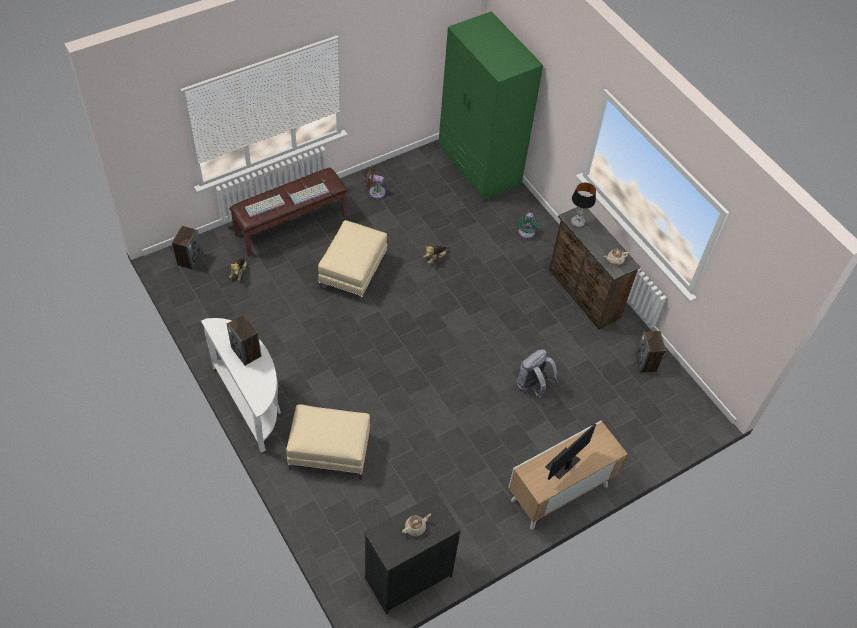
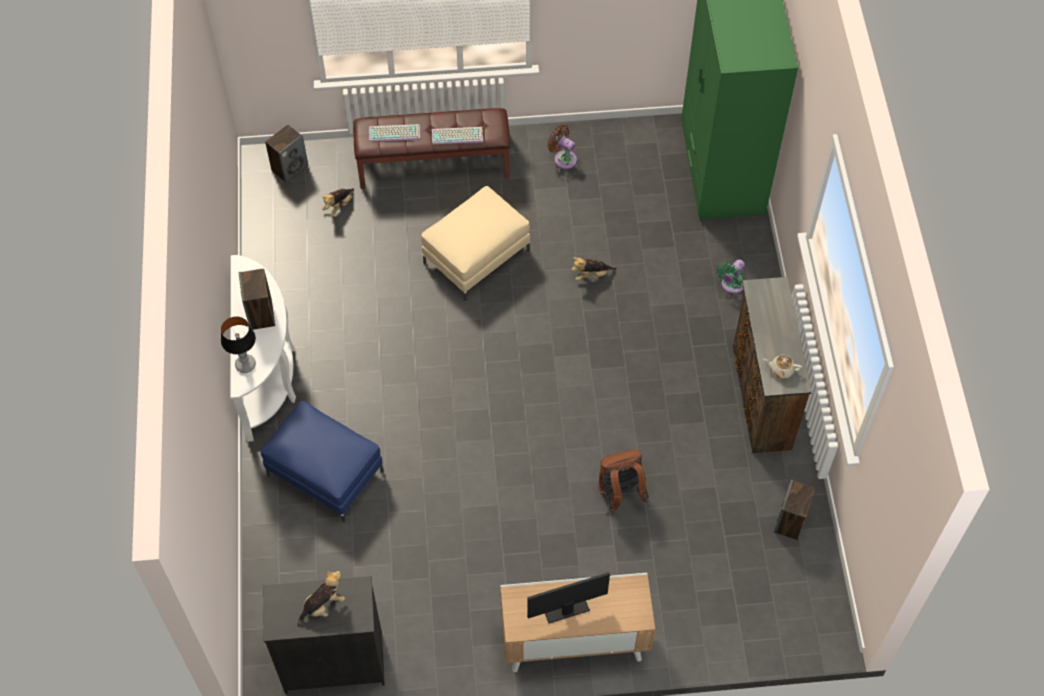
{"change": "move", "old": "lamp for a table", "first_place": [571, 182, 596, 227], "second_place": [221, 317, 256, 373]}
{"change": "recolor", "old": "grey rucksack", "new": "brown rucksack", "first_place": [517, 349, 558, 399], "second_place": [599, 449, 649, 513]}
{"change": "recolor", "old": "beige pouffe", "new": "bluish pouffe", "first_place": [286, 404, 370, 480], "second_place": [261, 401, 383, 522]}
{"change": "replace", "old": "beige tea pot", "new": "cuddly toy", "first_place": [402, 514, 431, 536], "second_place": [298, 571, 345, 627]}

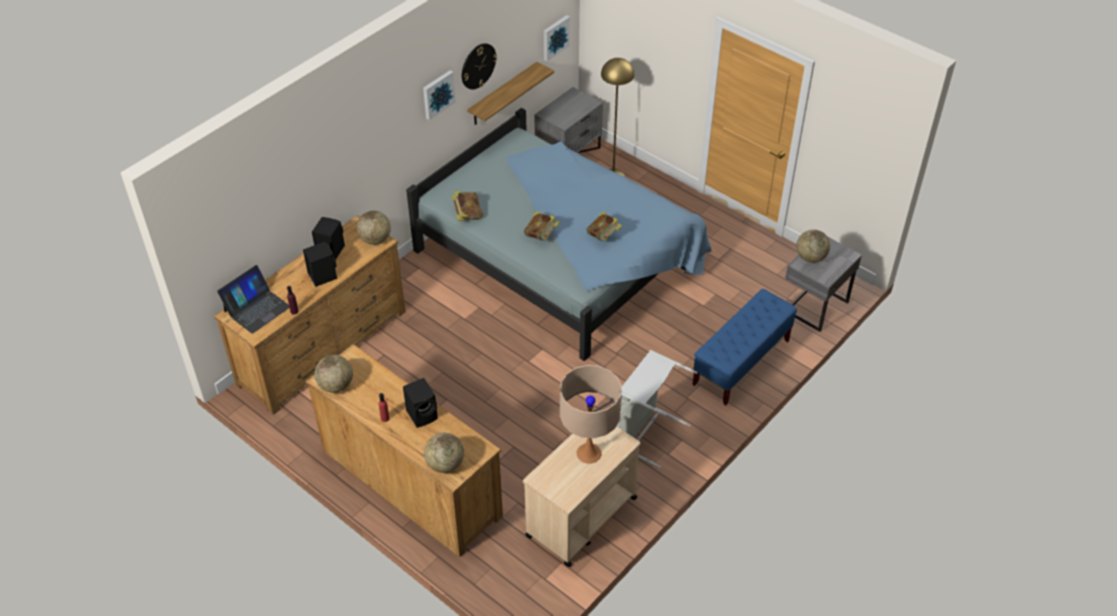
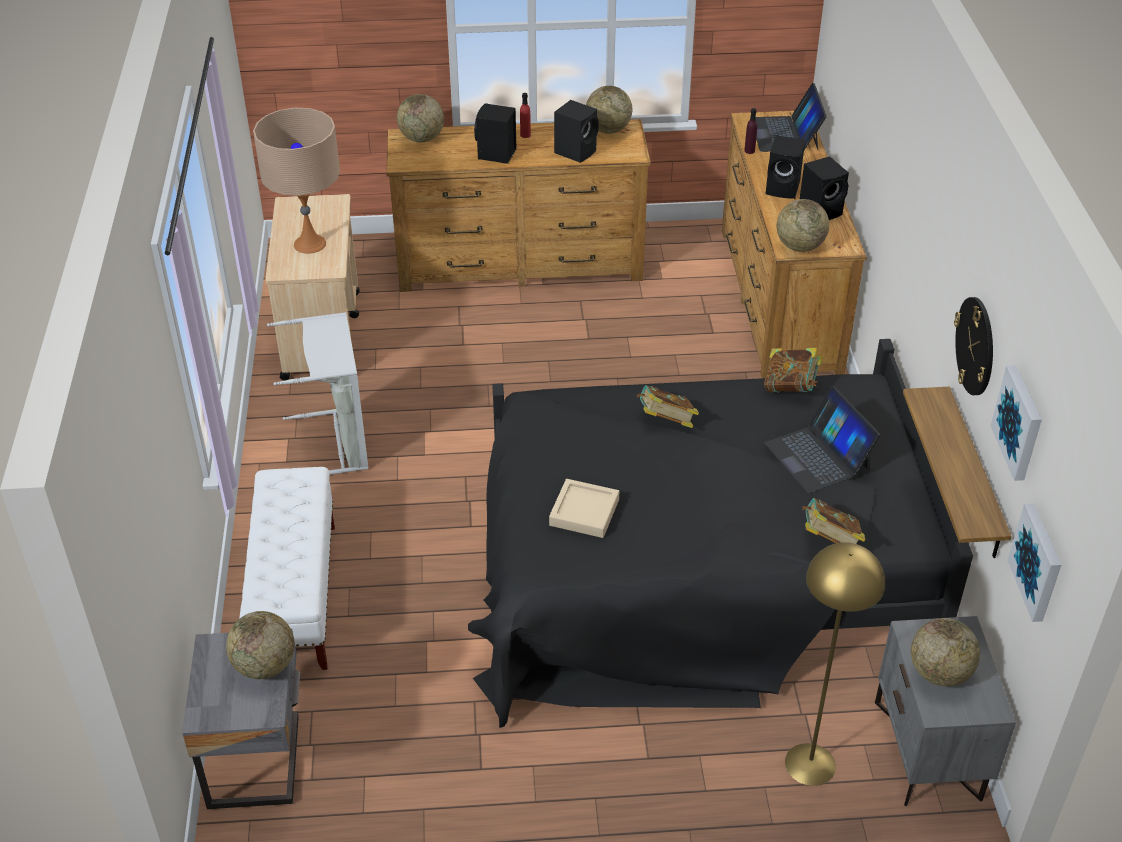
{"change": "move", "old": "wall picture", "first_place": [423, 70, 456, 120], "second_place": [991, 365, 1042, 481]}
{"change": "recolor", "old": "bluish bedroom bed", "new": "black-coloured bedroom bed", "first_place": [406, 108, 711, 361], "second_place": [468, 339, 973, 728]}
{"change": "move", "old": "book", "first_place": [587, 212, 622, 242], "second_place": [802, 498, 866, 544]}
{"change": "recolor", "old": "bluish long seat", "new": "white long seat", "first_place": [693, 289, 797, 405], "second_place": [239, 467, 335, 670]}
{"change": "insert", "new": "black-coloured loudspeaker", "second_place": [554, 100, 599, 163]}
{"change": "insert", "new": "laptop", "second_place": [764, 386, 880, 493]}
{"change": "insert", "new": "beige tray", "second_place": [549, 479, 619, 538]}
{"change": "insert", "new": "world globe", "second_place": [911, 618, 980, 686]}

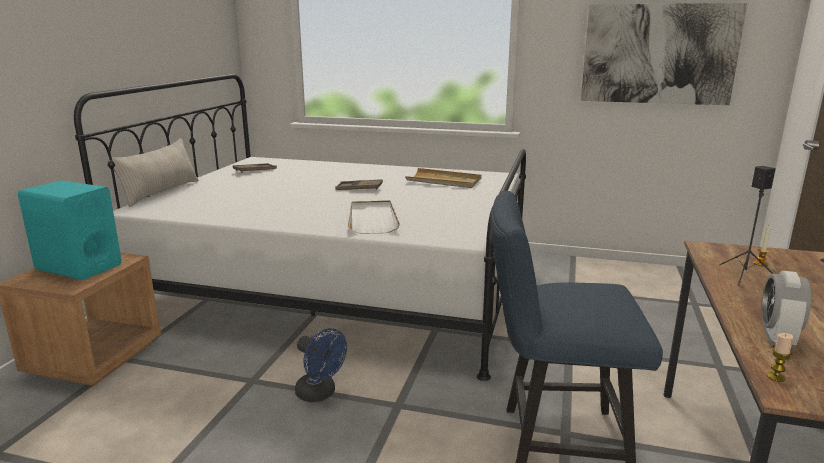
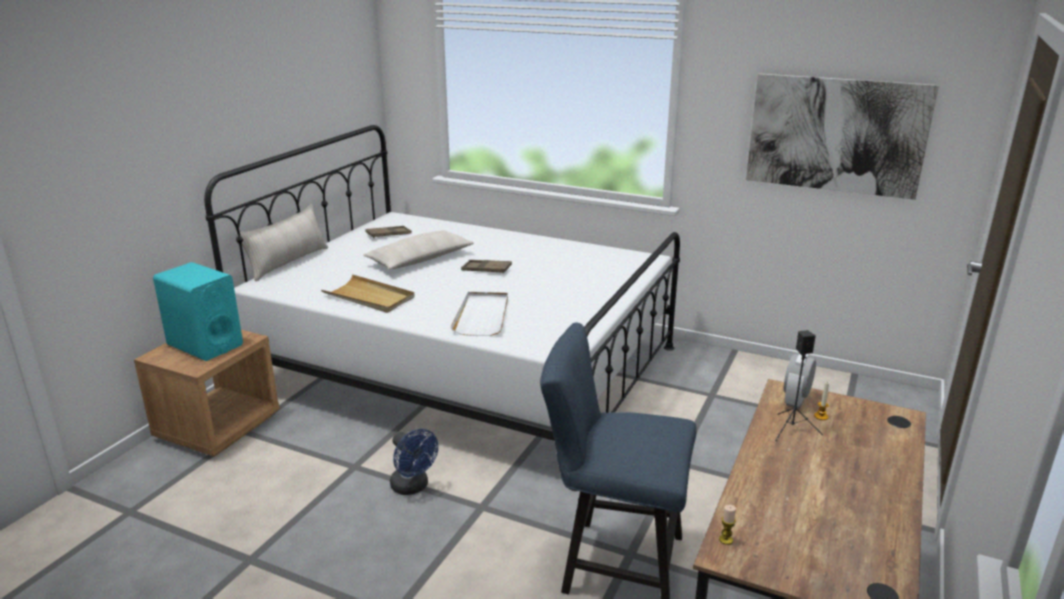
{"change": "move", "old": "beige tray", "first_place": [405, 168, 482, 188], "second_place": [321, 274, 415, 313]}
{"change": "move", "old": "bedside clock", "first_place": [762, 271, 811, 348], "second_place": [784, 354, 816, 408]}
{"change": "insert", "new": "beige cushion", "second_place": [363, 230, 474, 269]}

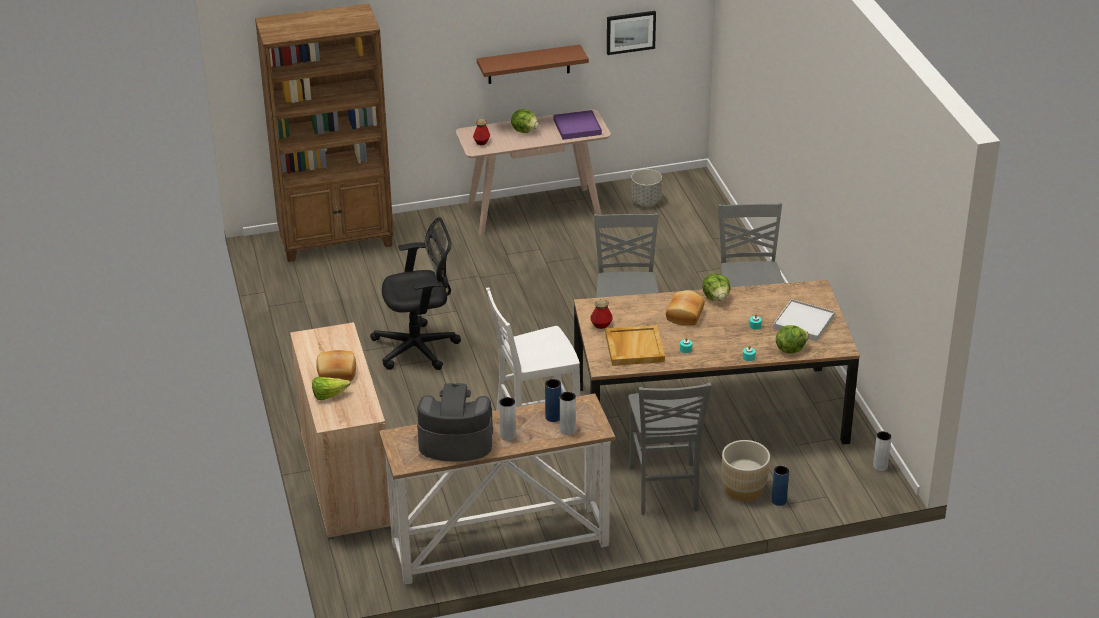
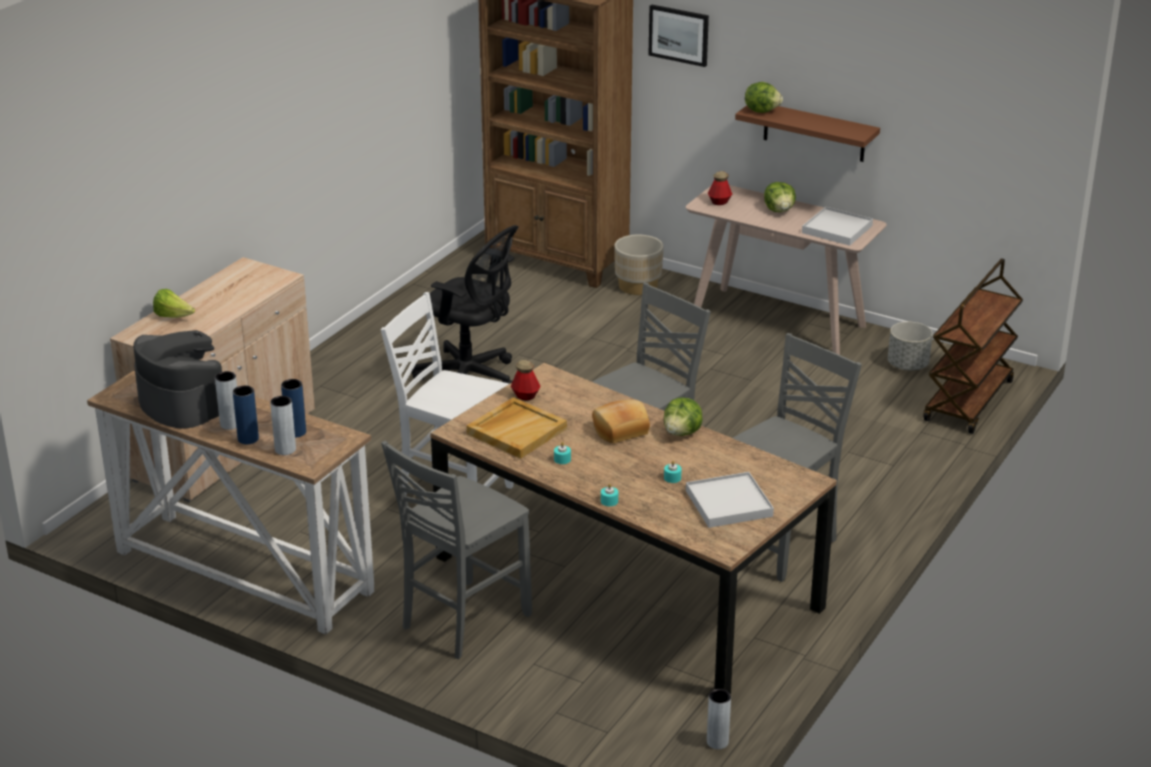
{"change": "move", "old": "wall picture", "first_place": [607, 11, 656, 55], "second_place": [649, 4, 709, 67]}
{"change": "recolor", "old": "purplish tray", "new": "white tray", "first_place": [553, 110, 602, 140], "second_place": [802, 207, 873, 246]}
{"change": "move", "old": "head of lettuce", "first_place": [776, 325, 809, 354], "second_place": [745, 82, 783, 113]}
{"change": "delete", "old": "bread", "first_place": [316, 350, 356, 381]}
{"change": "move", "old": "beige planter", "first_place": [722, 440, 770, 502], "second_place": [614, 235, 663, 295]}
{"change": "move", "old": "bluish flower vase", "first_place": [772, 465, 789, 506], "second_place": [233, 385, 259, 444]}
{"change": "insert", "new": "brown wheeled cart", "second_place": [923, 258, 1023, 434]}

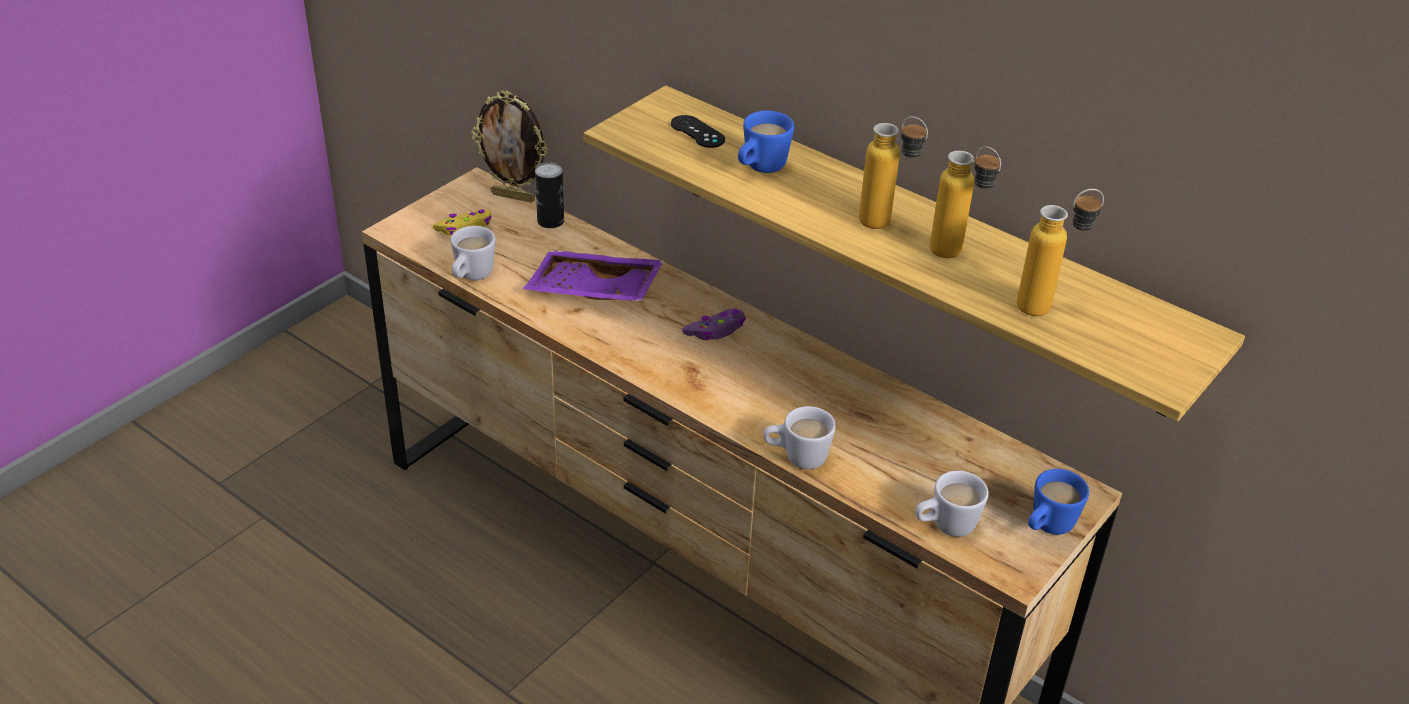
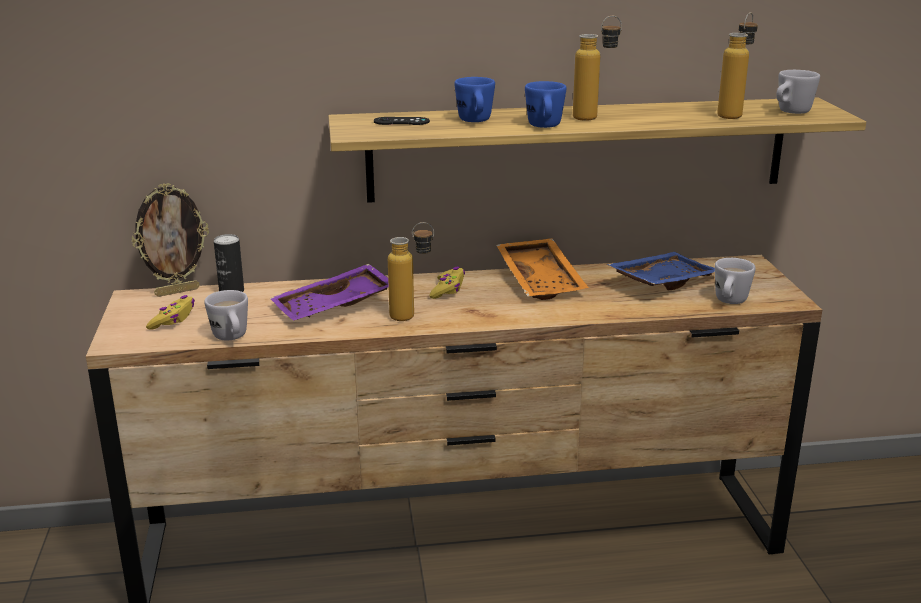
{"change": "move", "old": "beverage bottle", "first_place": [930, 146, 1001, 258], "second_place": [388, 222, 434, 321]}
{"change": "recolor", "old": "purplish joypad", "new": "yellowish joypad", "first_place": [682, 308, 746, 340], "second_place": [429, 266, 465, 299]}
{"change": "move", "old": "white mug", "first_place": [764, 406, 836, 470], "second_place": [776, 70, 820, 114]}
{"change": "move", "old": "bluish mug", "first_place": [1028, 469, 1089, 535], "second_place": [525, 81, 566, 128]}
{"change": "insert", "new": "orange tray", "second_place": [496, 238, 589, 300]}
{"change": "insert", "new": "bluish tray", "second_place": [606, 252, 715, 290]}

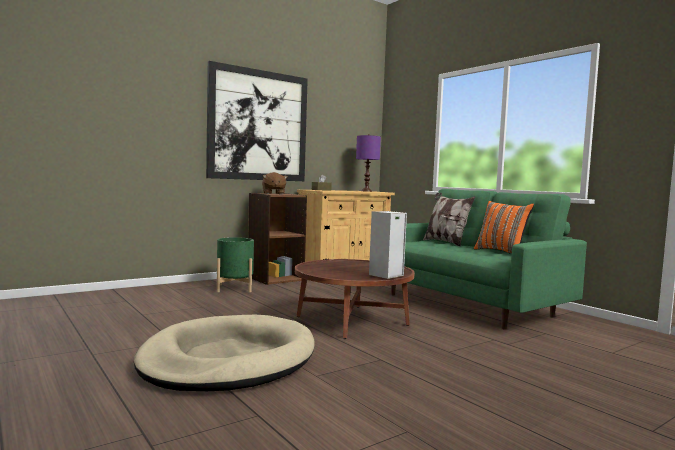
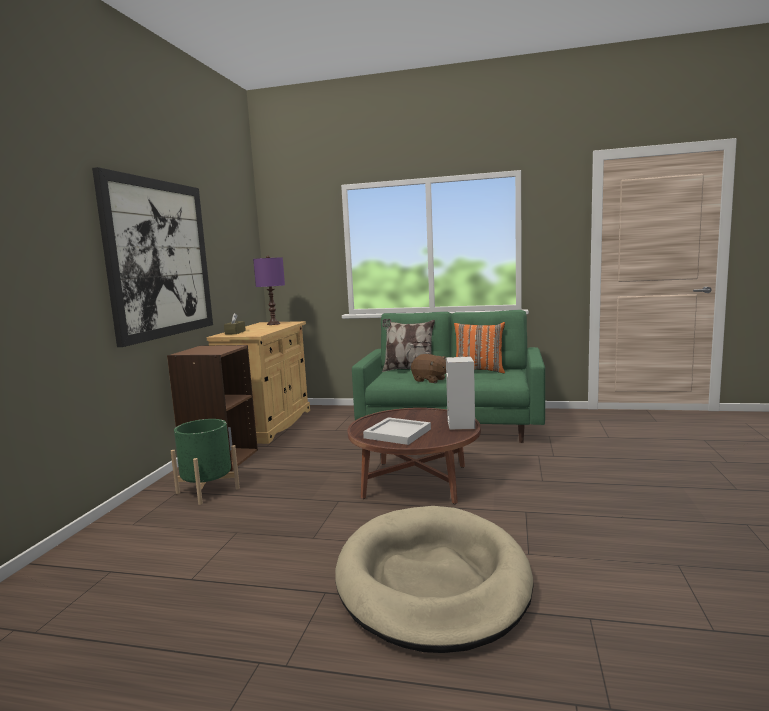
{"change": "move", "old": "brown cuddly toy", "first_place": [262, 172, 288, 194], "second_place": [411, 354, 446, 383]}
{"change": "insert", "new": "white tray", "second_place": [363, 417, 431, 445]}

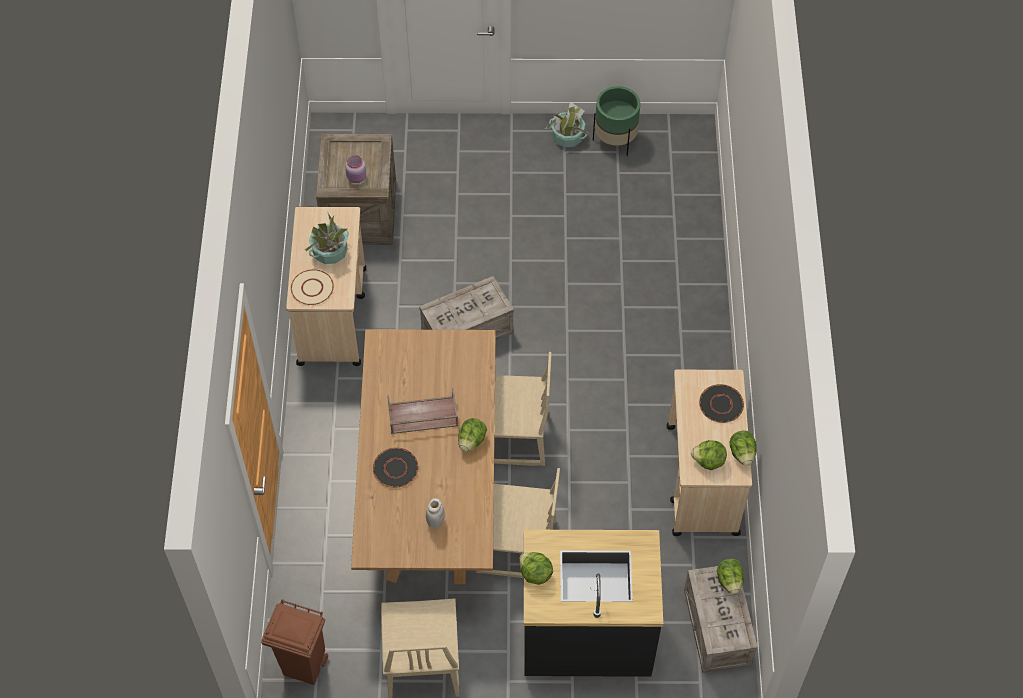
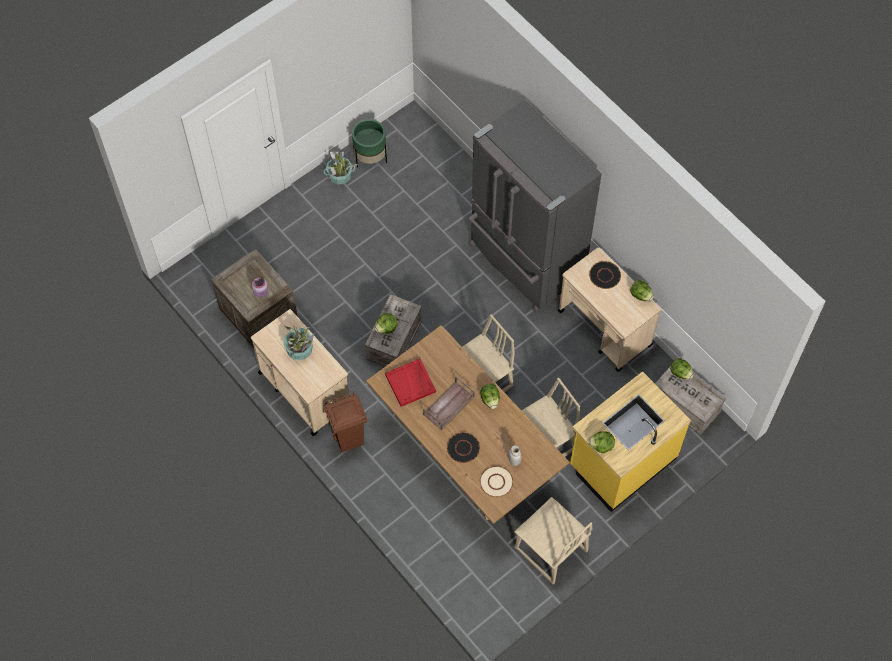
{"change": "move", "old": "beige plate", "first_place": [291, 269, 334, 305], "second_place": [480, 466, 513, 497]}
{"change": "move", "old": "head of lettuce", "first_place": [691, 440, 727, 470], "second_place": [374, 313, 397, 334]}
{"change": "recolor", "old": "black-coloured kitchen counter", "new": "yellowish kitchen counter", "first_place": [524, 530, 663, 677], "second_place": [570, 371, 691, 512]}
{"change": "move", "old": "brown trash can", "first_place": [261, 599, 328, 685], "second_place": [324, 392, 368, 453]}
{"change": "insert", "new": "grey kitchen fridge", "second_place": [468, 99, 602, 313]}
{"change": "insert", "new": "red-coloured tray", "second_place": [385, 359, 436, 407]}

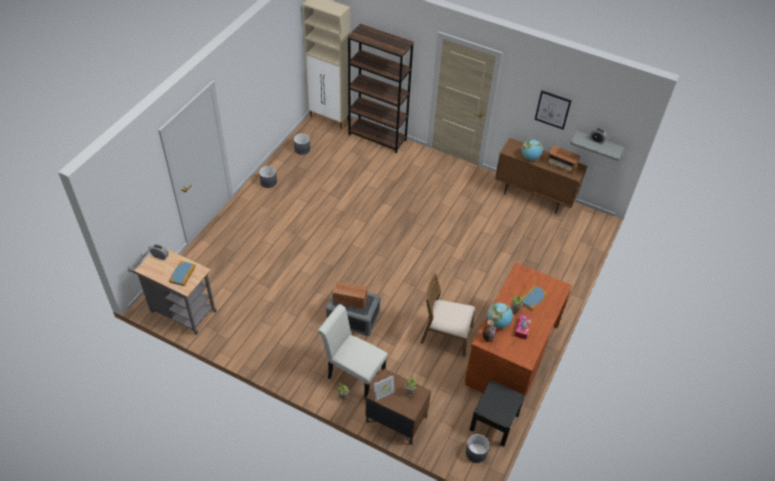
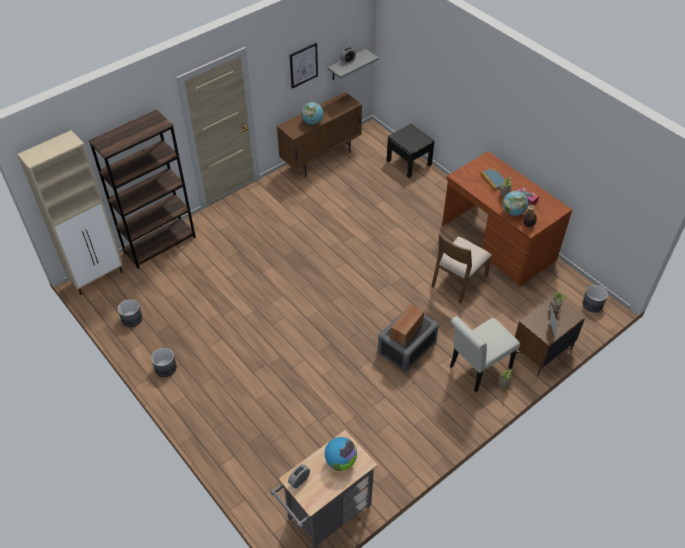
{"change": "delete", "old": "radio", "first_place": [546, 145, 580, 174]}
{"change": "replace", "old": "book", "new": "world globe", "first_place": [169, 261, 196, 286], "second_place": [325, 437, 357, 471]}
{"change": "move", "old": "black-coloured night table", "first_place": [470, 380, 525, 447], "second_place": [387, 124, 435, 178]}

